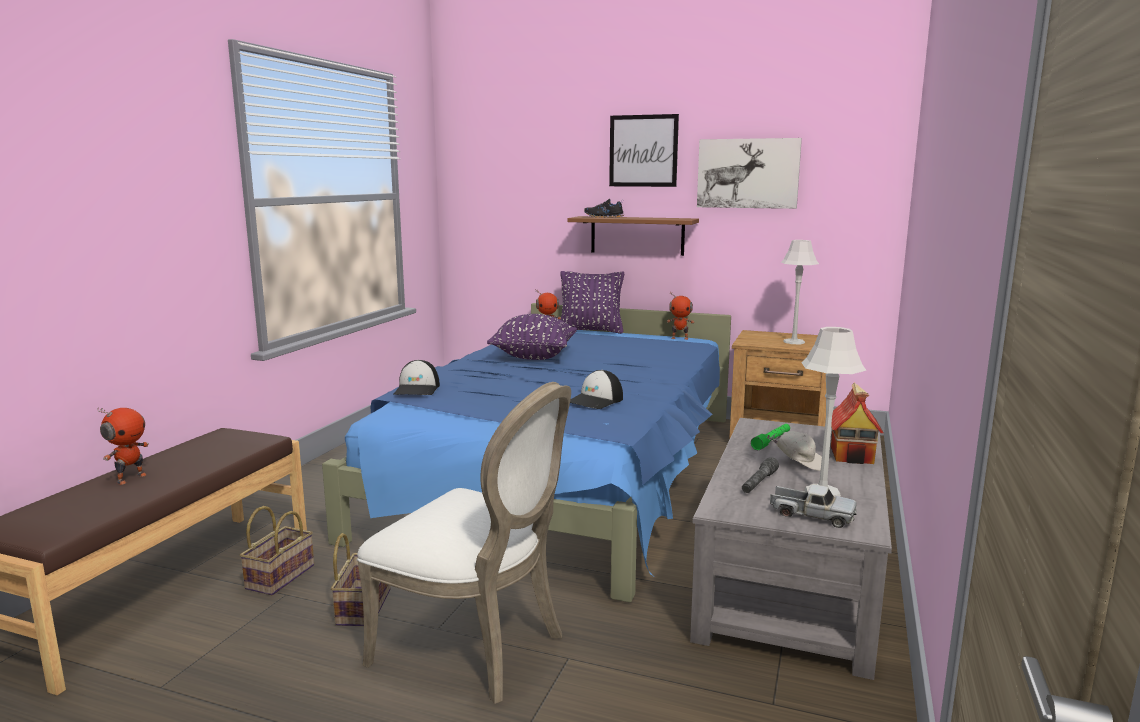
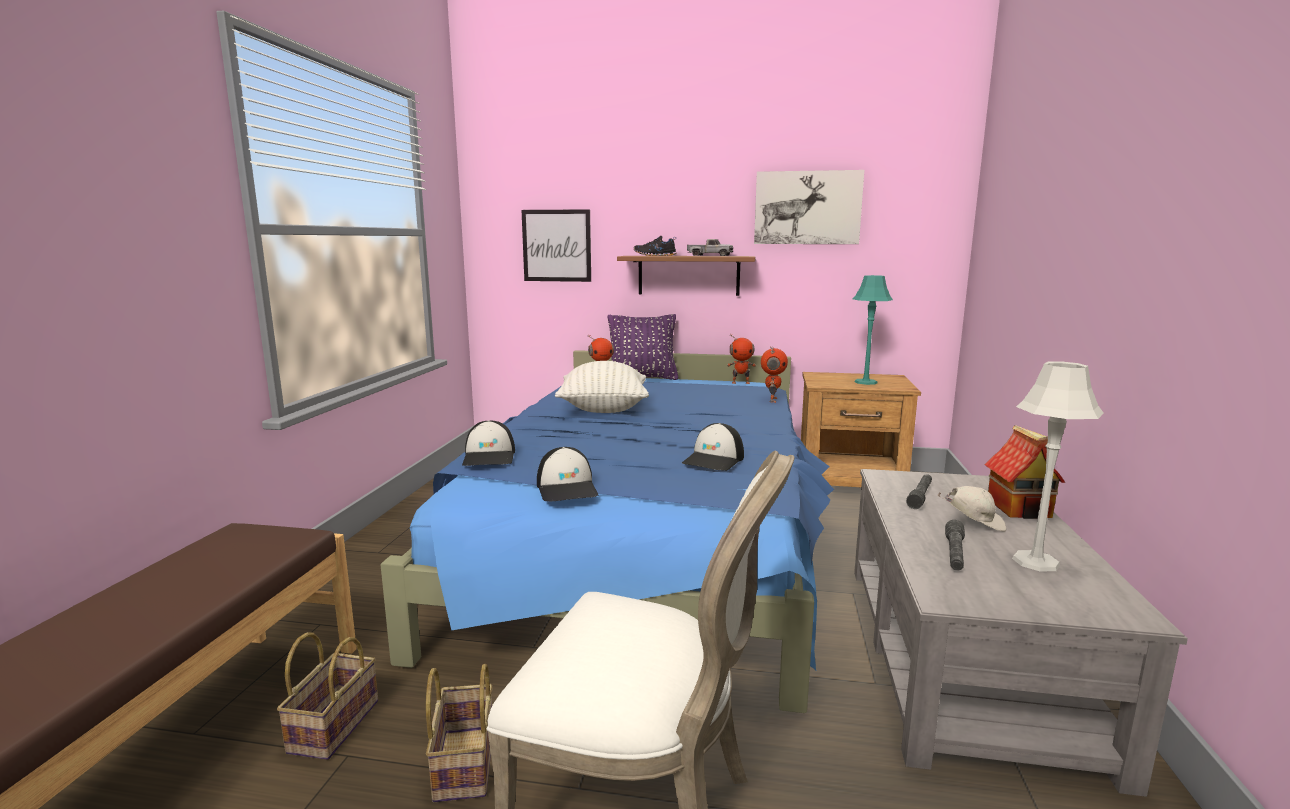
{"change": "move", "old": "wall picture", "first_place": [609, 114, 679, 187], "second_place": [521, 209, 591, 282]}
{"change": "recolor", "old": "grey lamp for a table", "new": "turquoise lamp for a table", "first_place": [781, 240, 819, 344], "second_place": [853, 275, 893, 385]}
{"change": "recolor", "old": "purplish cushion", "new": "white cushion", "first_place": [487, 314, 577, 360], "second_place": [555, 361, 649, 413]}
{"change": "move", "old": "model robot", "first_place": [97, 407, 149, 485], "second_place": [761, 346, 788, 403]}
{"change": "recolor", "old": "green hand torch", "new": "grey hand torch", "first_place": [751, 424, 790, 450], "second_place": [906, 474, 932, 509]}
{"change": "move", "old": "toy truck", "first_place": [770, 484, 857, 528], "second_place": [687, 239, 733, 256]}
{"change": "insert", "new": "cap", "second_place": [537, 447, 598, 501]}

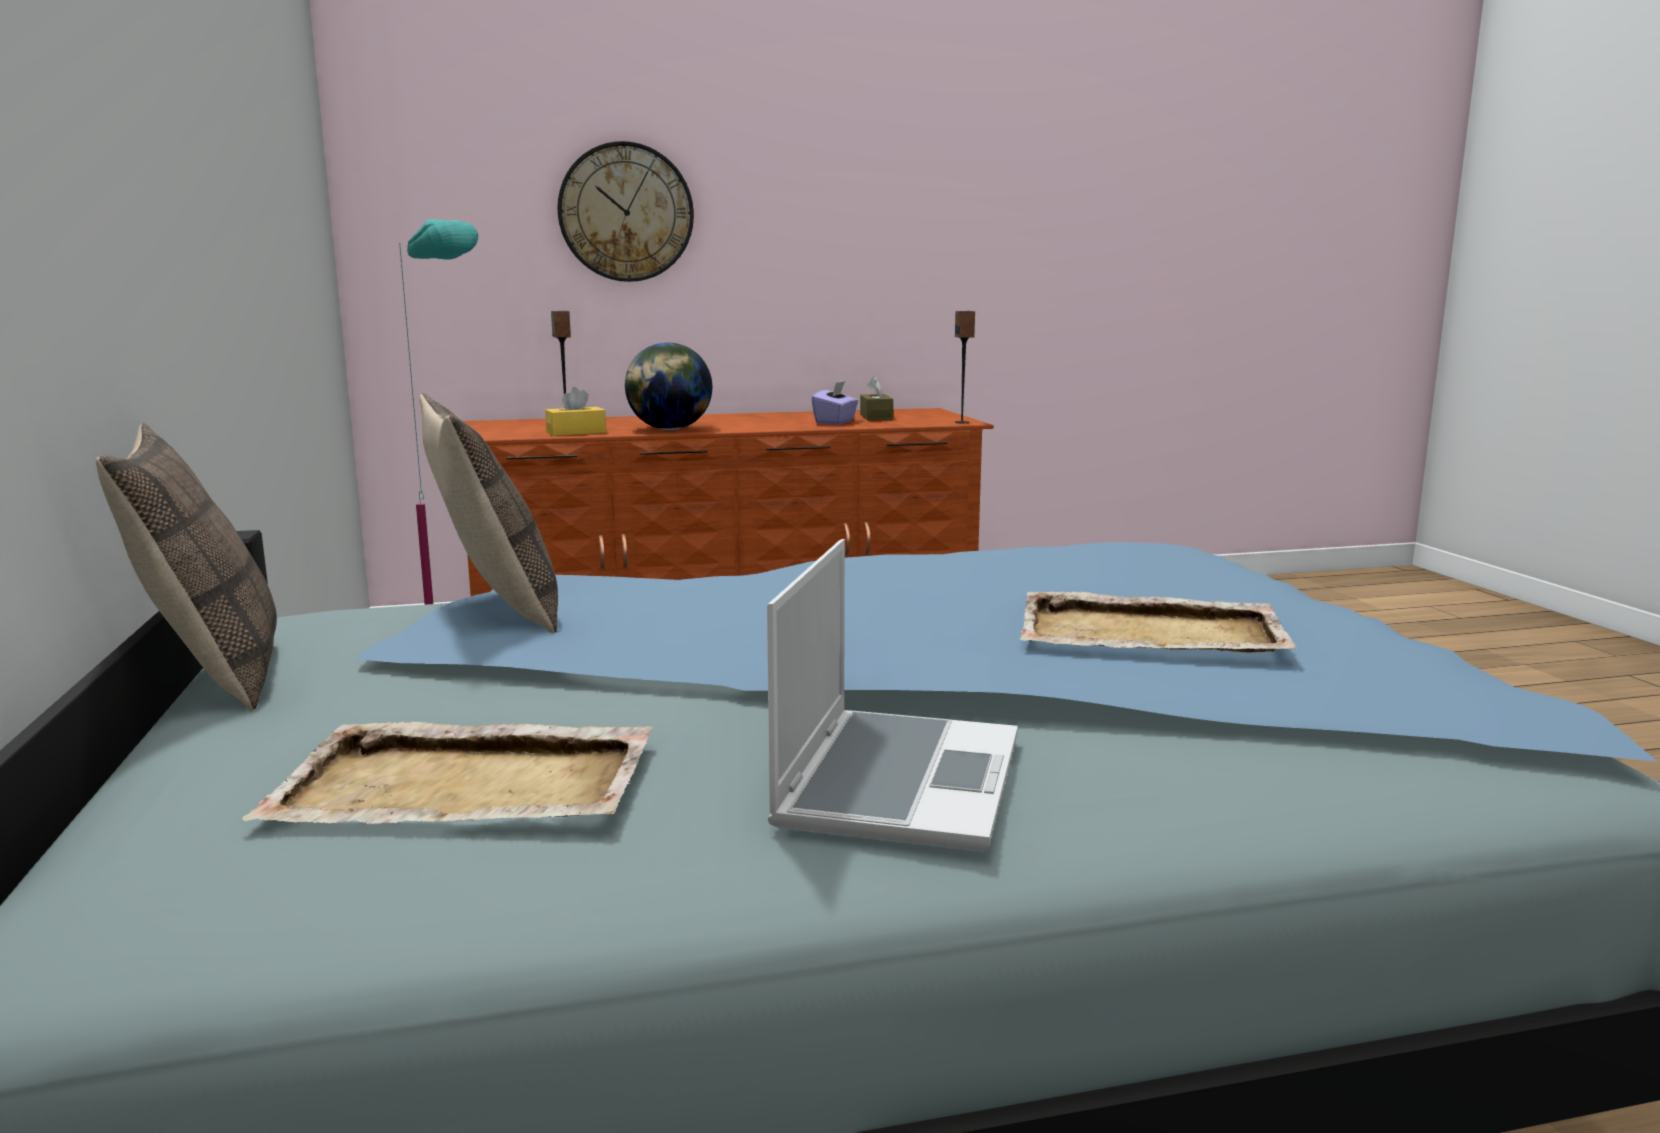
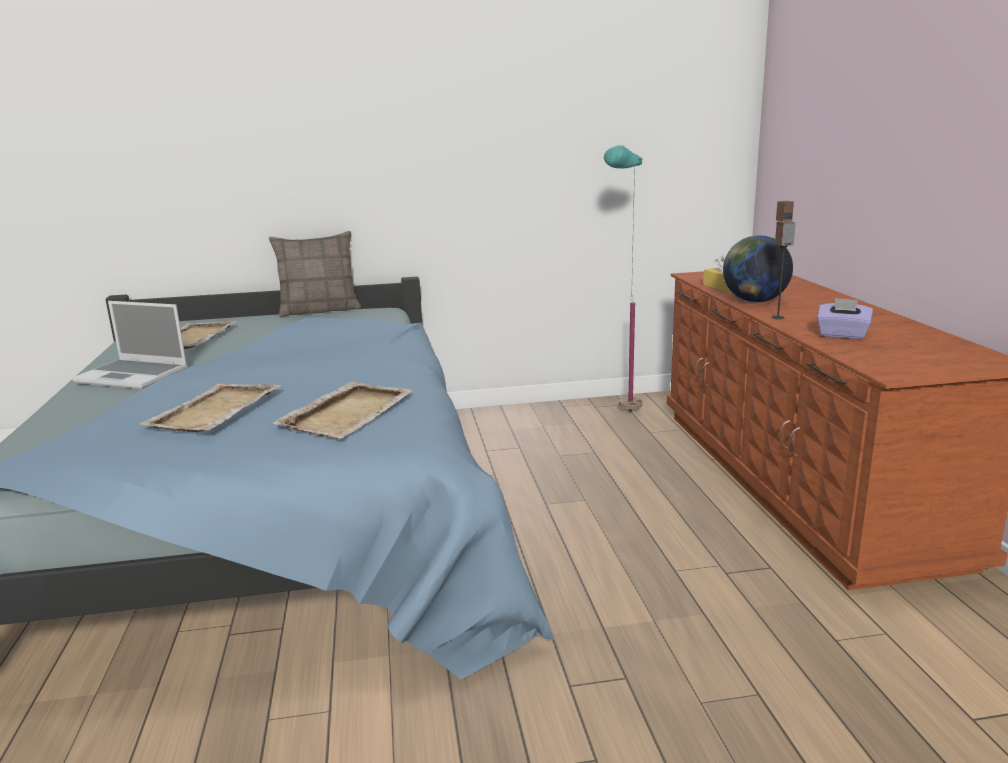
{"change": "delete", "old": "clock on the wall", "first_place": [557, 141, 694, 282]}
{"change": "move", "old": "loudspeaker", "first_place": [955, 311, 975, 423], "second_place": [771, 221, 796, 319]}
{"change": "delete", "old": "brown tissue holder", "first_place": [860, 376, 893, 421]}
{"change": "delete", "old": "cushion", "first_place": [420, 393, 558, 633]}
{"change": "insert", "new": "beige tray", "second_place": [273, 381, 413, 439]}

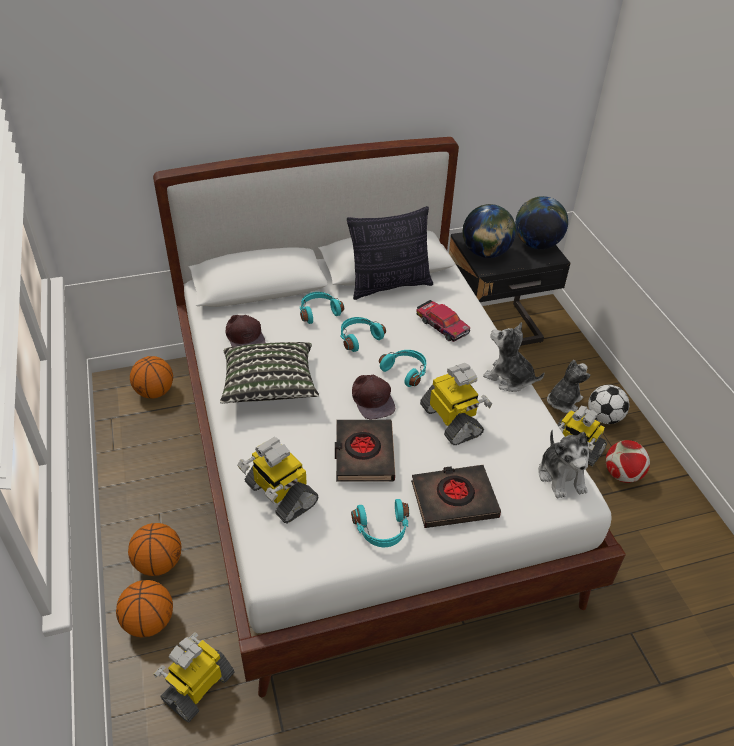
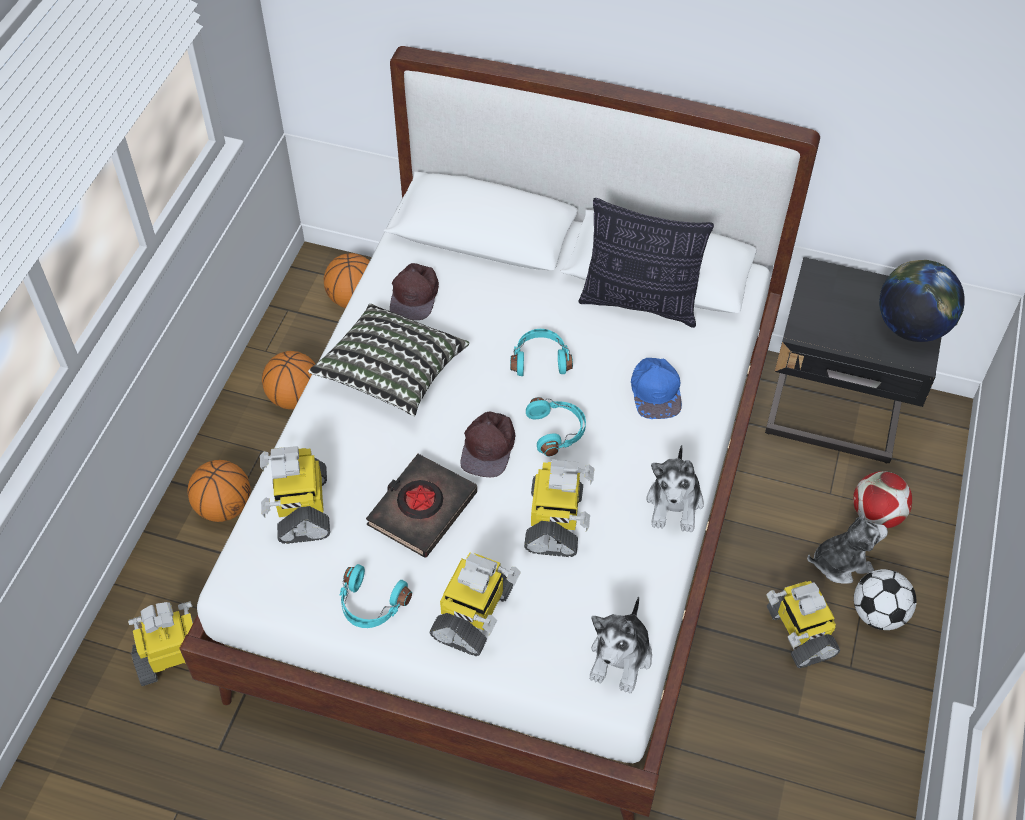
{"change": "delete", "old": "world globe", "first_place": [463, 204, 516, 258]}
{"change": "delete", "old": "turquoise pair of headphones", "first_place": [300, 292, 344, 324]}
{"change": "replace", "old": "miniature car", "new": "bluish cap", "first_place": [416, 300, 470, 342], "second_place": [631, 358, 682, 419]}
{"change": "rotate", "old": "cuddly toy", "first_place": [483, 322, 545, 392], "second_place": [646, 445, 704, 532], "degrees": -150}
{"change": "move", "old": "ball for football", "first_place": [606, 440, 650, 483], "second_place": [853, 471, 912, 528]}
{"change": "replace", "old": "black-coloured book", "new": "model robot", "first_place": [411, 465, 501, 528], "second_place": [429, 552, 521, 656]}
{"change": "move", "old": "ball for basketball", "first_place": [116, 580, 173, 637], "second_place": [262, 351, 315, 409]}

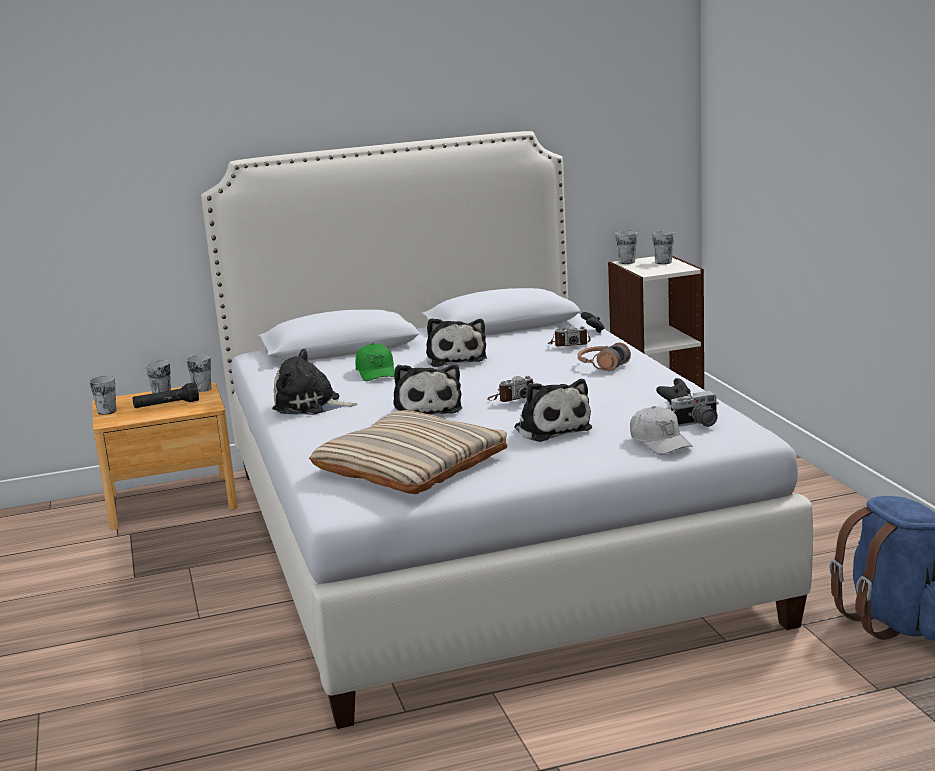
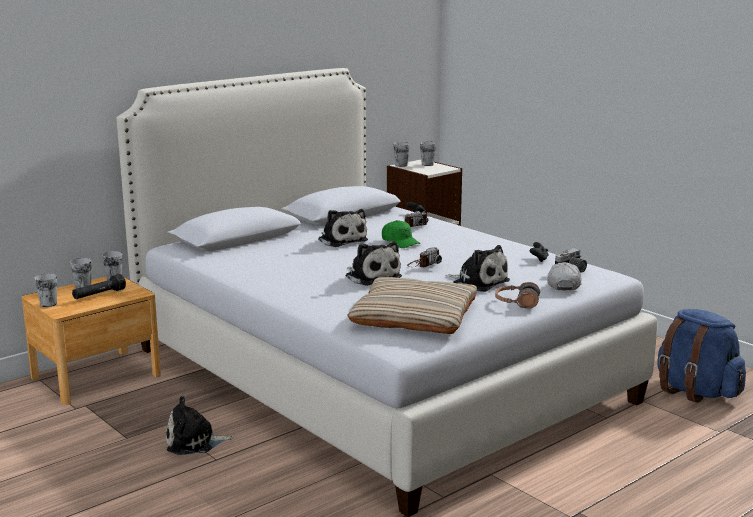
{"change": "move", "old": "green cap", "first_place": [355, 343, 395, 381], "second_place": [382, 220, 421, 248]}
{"change": "move", "old": "pair of headphones", "first_place": [578, 343, 631, 371], "second_place": [495, 282, 540, 309]}
{"change": "move", "old": "cuddly toy", "first_place": [272, 349, 357, 415], "second_place": [166, 396, 233, 455]}
{"change": "rotate", "old": "white cap", "first_place": [630, 406, 693, 454], "second_place": [548, 262, 581, 290], "degrees": -120}

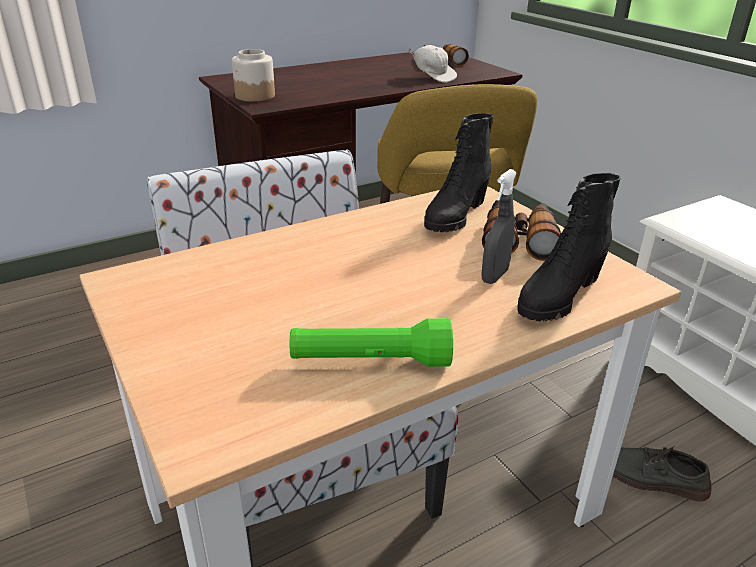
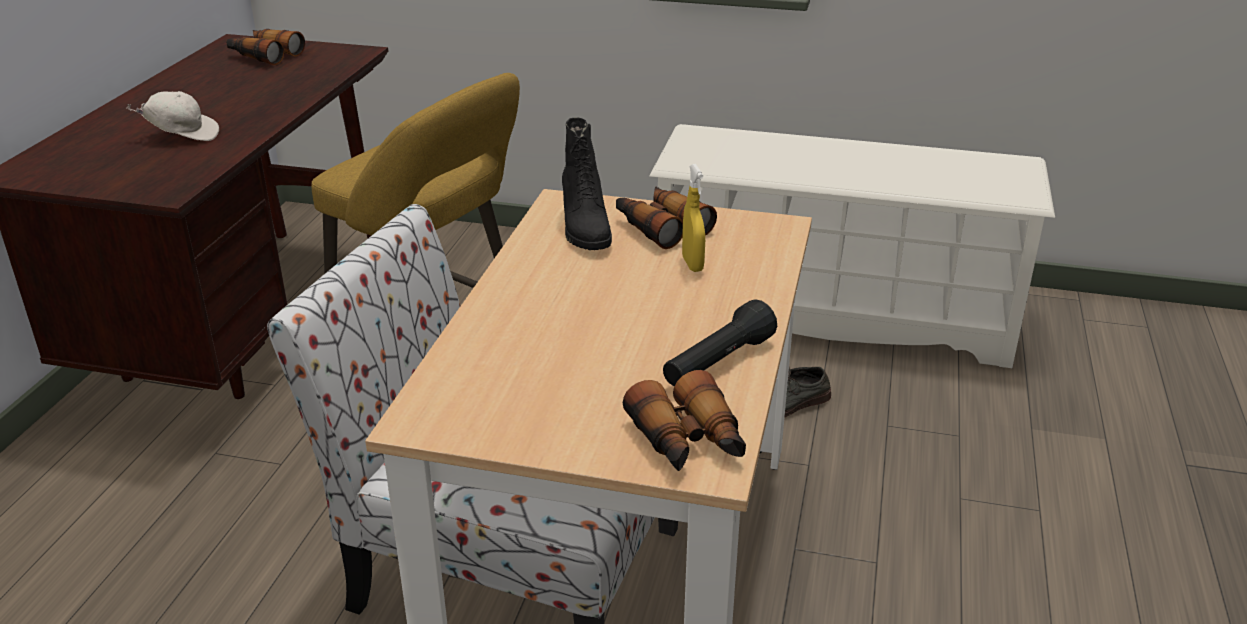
{"change": "move", "old": "white cap", "first_place": [408, 45, 457, 83], "second_place": [127, 91, 219, 141]}
{"change": "delete", "old": "jar", "first_place": [232, 49, 275, 102]}
{"change": "recolor", "old": "grey hand sprayer", "new": "yellowish hand sprayer", "first_place": [482, 169, 517, 284], "second_place": [682, 164, 705, 272]}
{"change": "delete", "old": "black-coloured tall boot", "first_place": [517, 173, 621, 321]}
{"change": "recolor", "old": "green hand torch", "new": "black-coloured hand torch", "first_place": [290, 318, 453, 367], "second_place": [663, 299, 777, 386]}
{"change": "insert", "new": "field glasses", "second_place": [623, 370, 746, 471]}

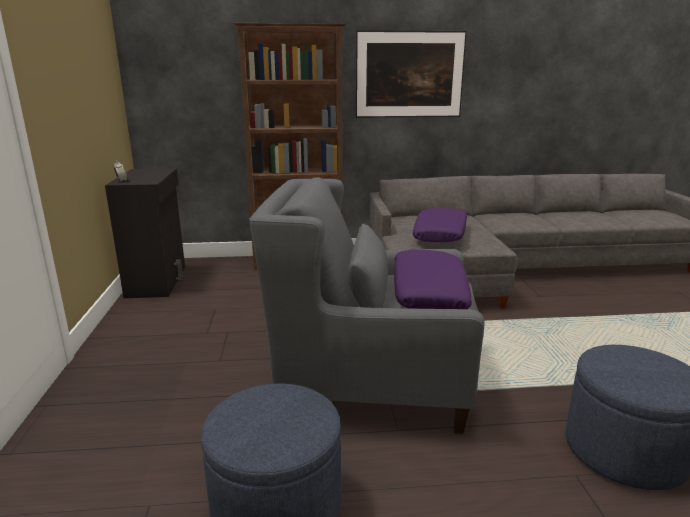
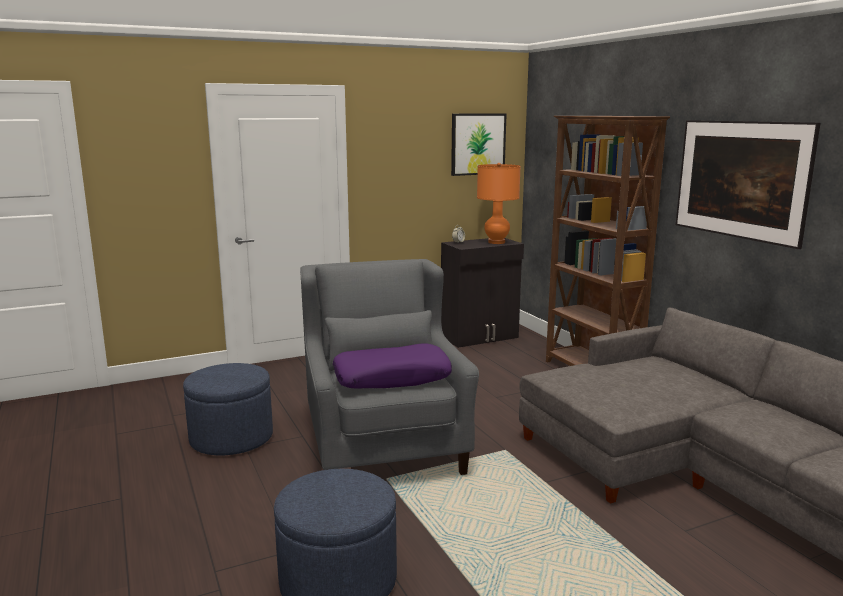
{"change": "delete", "old": "purplish cushion", "first_place": [413, 208, 467, 242]}
{"change": "insert", "new": "wall picture", "second_place": [451, 113, 507, 176]}
{"change": "insert", "new": "orange lamp for a table", "second_place": [477, 163, 521, 244]}

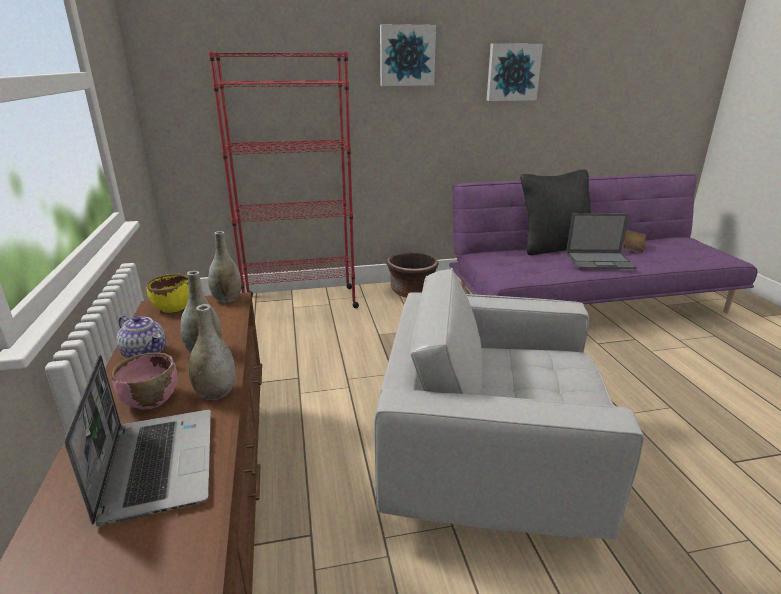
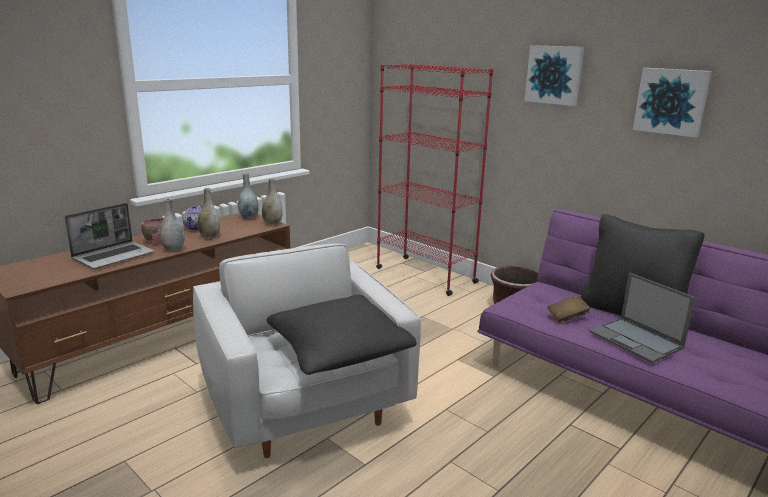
{"change": "move", "old": "brown book", "first_place": [623, 230, 646, 253], "second_place": [548, 295, 590, 323]}
{"change": "replace", "old": "yellowish serving bowl", "new": "grey flower vase", "first_place": [146, 274, 189, 313], "second_place": [238, 173, 259, 219]}
{"change": "insert", "new": "black-coloured cushion", "second_place": [266, 295, 417, 375]}

